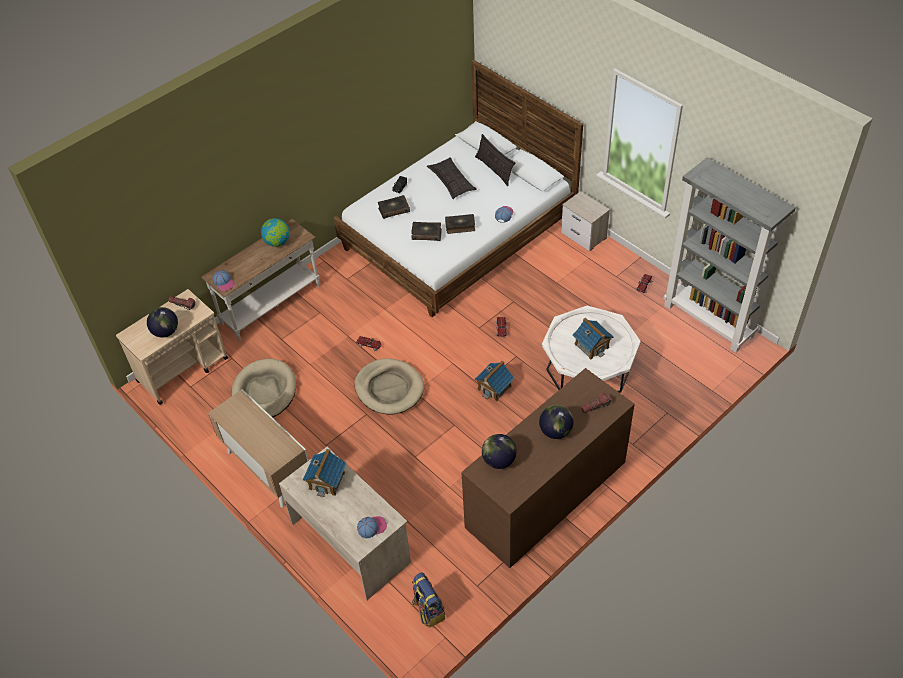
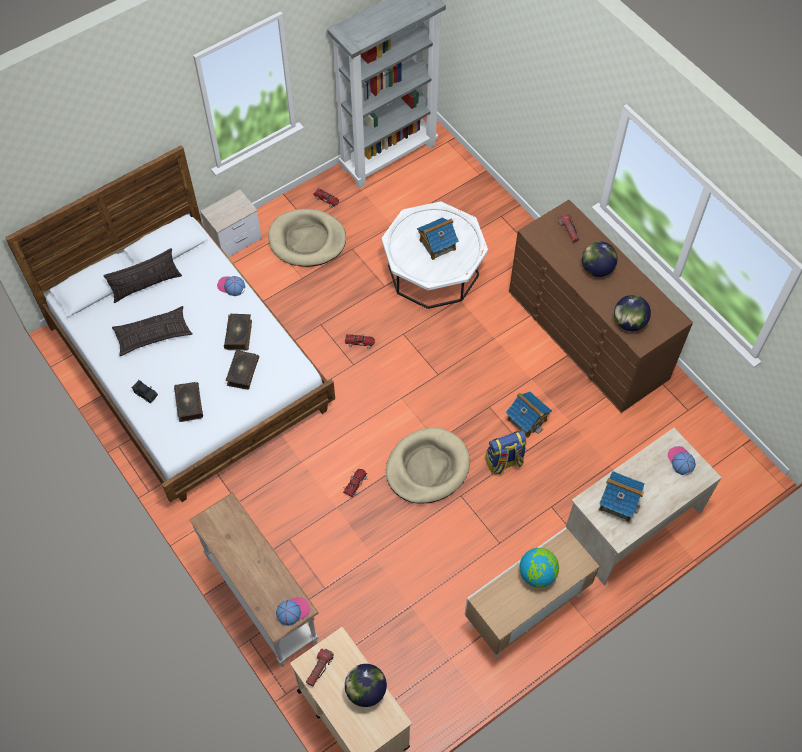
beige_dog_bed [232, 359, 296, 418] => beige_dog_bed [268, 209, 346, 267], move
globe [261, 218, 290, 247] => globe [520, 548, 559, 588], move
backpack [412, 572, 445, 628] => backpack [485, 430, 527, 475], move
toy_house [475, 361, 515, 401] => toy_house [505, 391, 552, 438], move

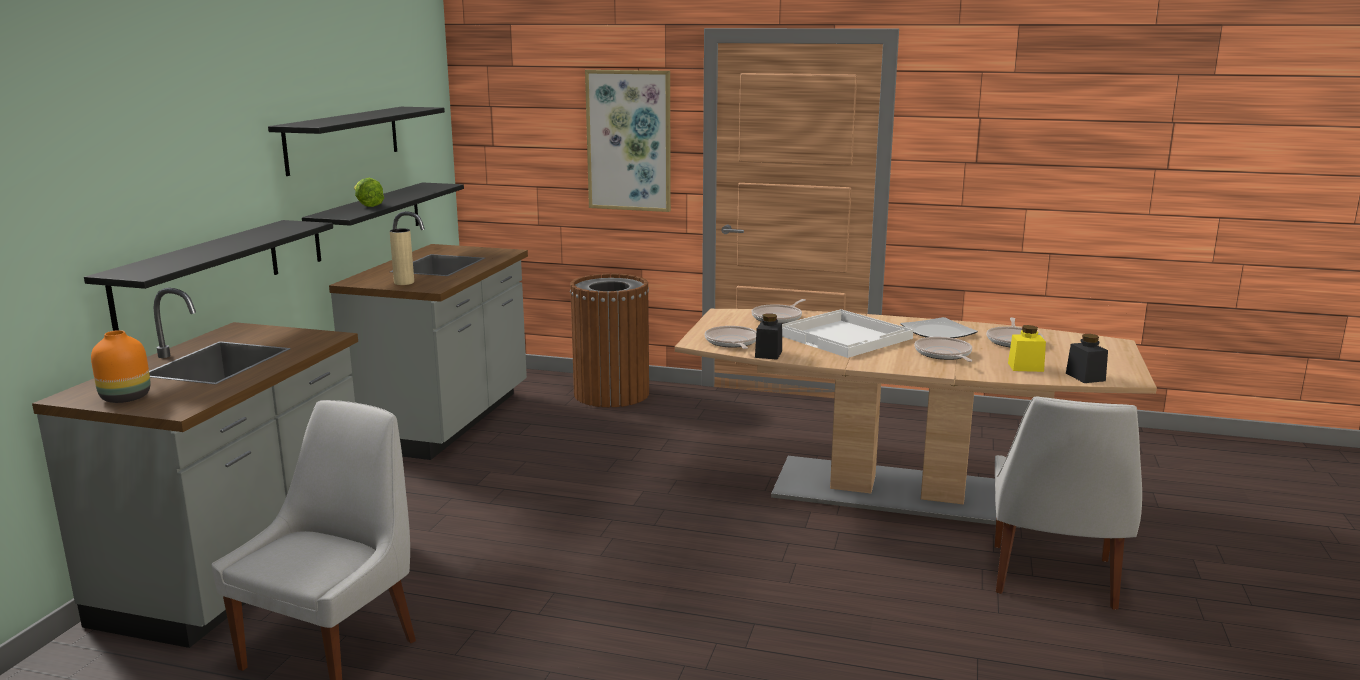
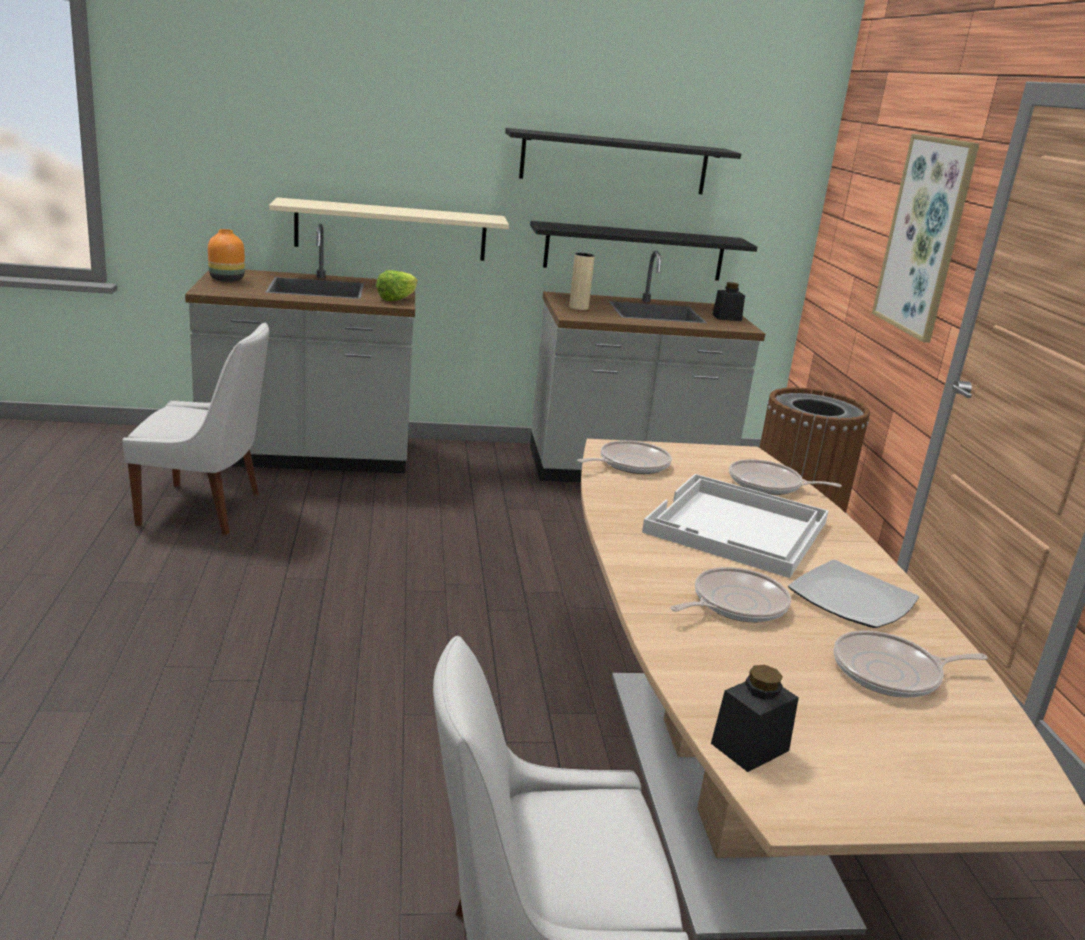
black_shelf [84, 220, 333, 331] => beige_shelf [269, 197, 509, 261]
lettuce [354, 178, 384, 207] => lettuce [376, 270, 418, 301], move
black_jar [755, 313, 782, 360] => black_jar [713, 282, 745, 321], move
yellow_jar [1008, 325, 1046, 372] => nothing

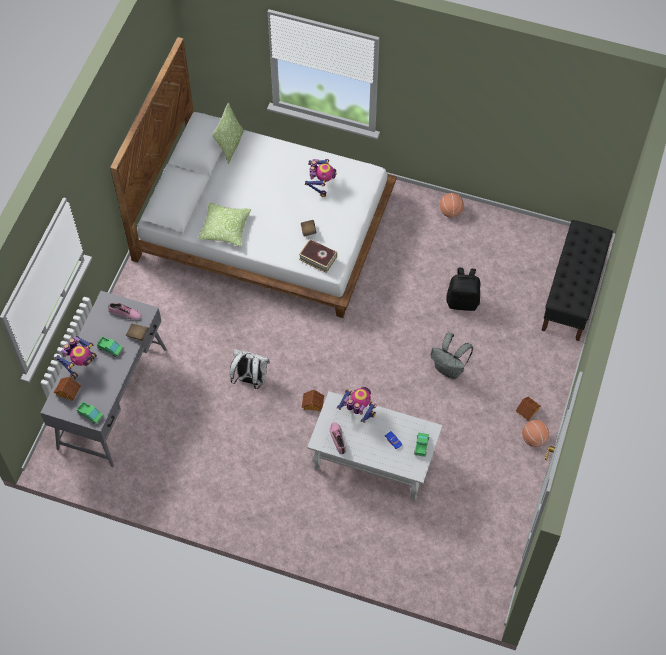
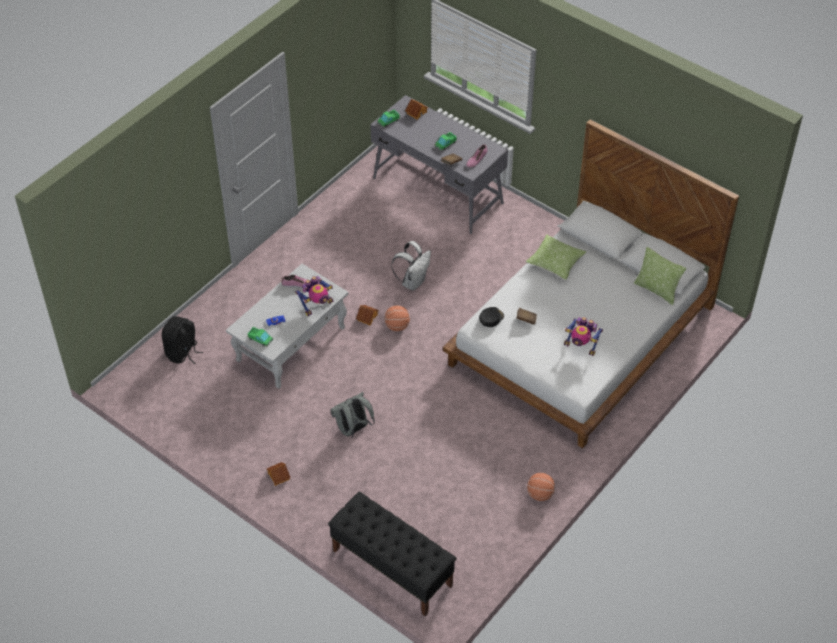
toy_robot [55, 335, 97, 379] => nothing
book [299, 239, 337, 273] => black_cap [479, 307, 504, 327]
black_backpack [446, 268, 480, 311] => black_backpack [162, 316, 203, 364], move
basketball [522, 420, 549, 447] => basketball [385, 306, 410, 331], move

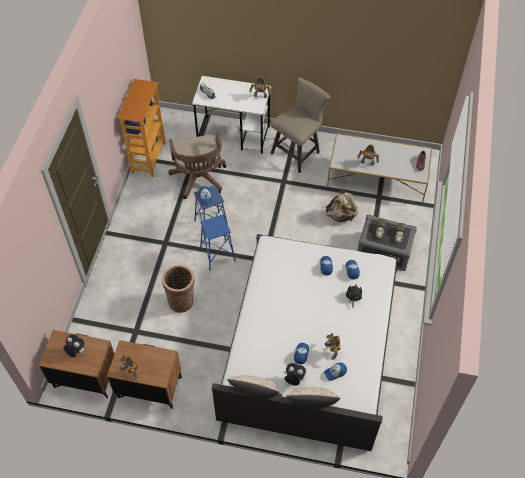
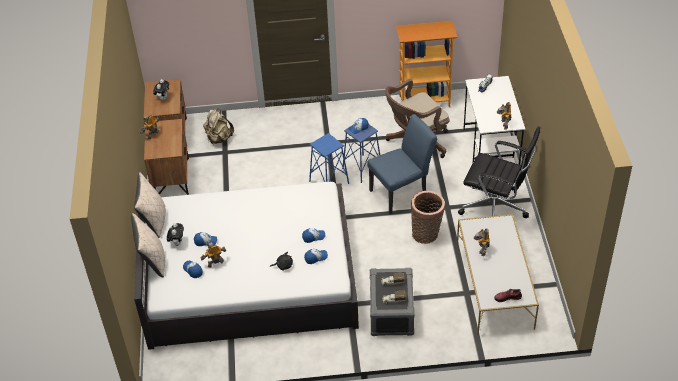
basket [162, 265, 195, 313] => basket [411, 191, 445, 244], move
beige_stool [270, 77, 331, 173] => black_office_chair [458, 126, 540, 218]
beige_backpack [326, 189, 358, 222] => beige_backpack [203, 108, 234, 144], move
nothing => blue_chair [367, 114, 437, 214]

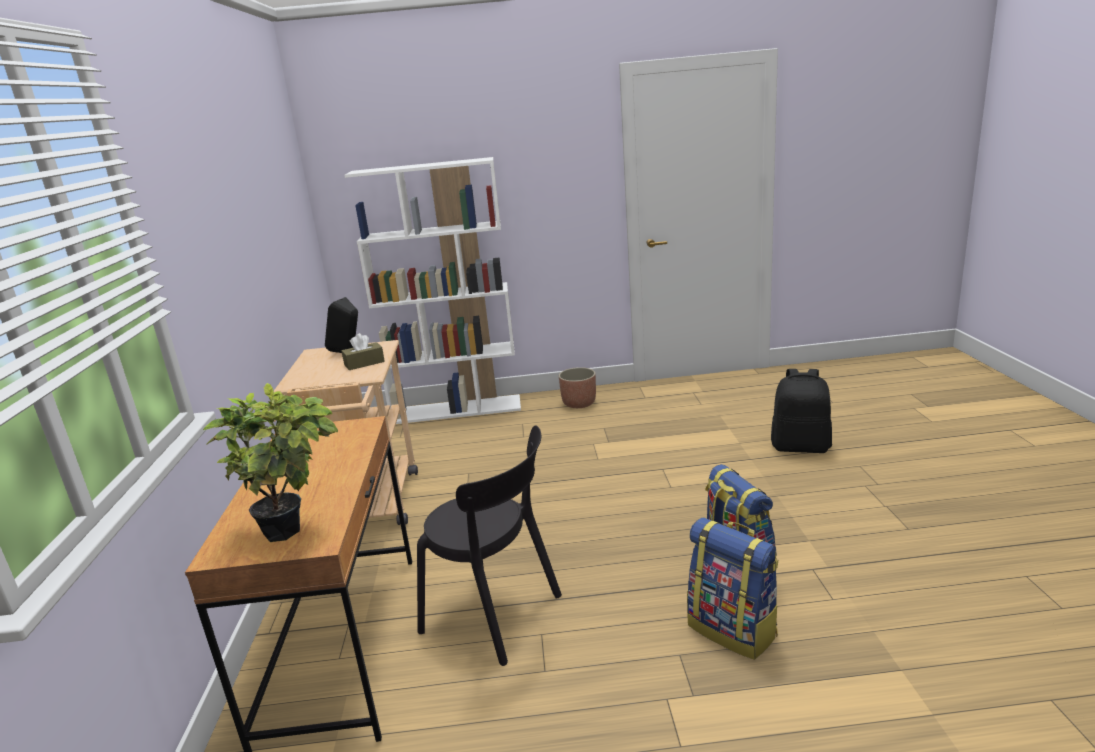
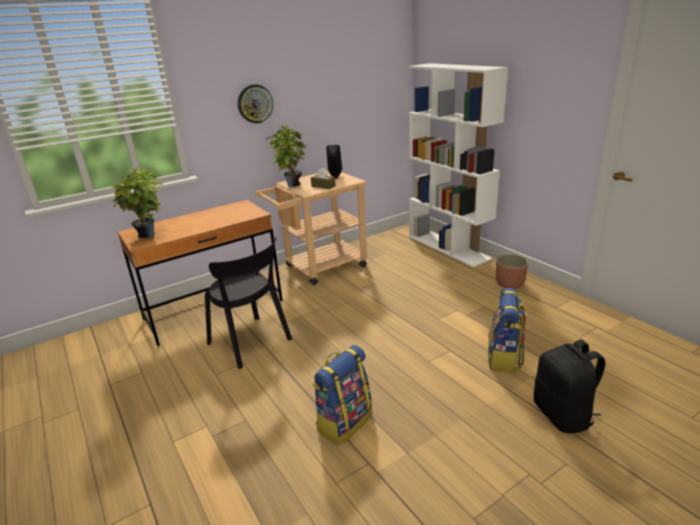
black_chair [417, 425, 562, 666] => black_chair [205, 237, 292, 369], 45 degrees counterclockwise
backpack [687, 517, 778, 660] => backpack [488, 288, 525, 373], move
nothing => wall_clock [238, 84, 273, 123]
nothing => potted_plant [265, 126, 306, 187]

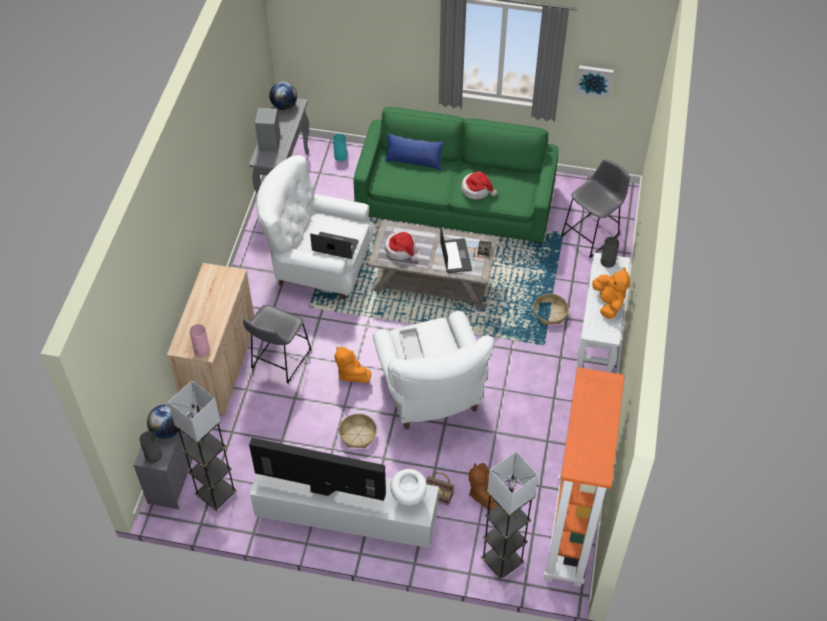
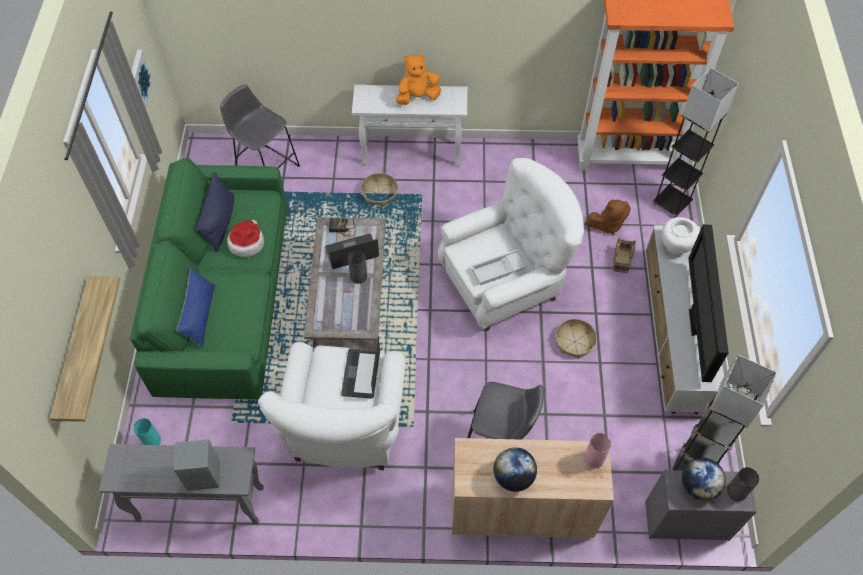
globe [269, 82, 297, 110] => globe [493, 447, 537, 492], move
orange_plush_toy [334, 347, 371, 383] => nothing
hat [385, 232, 418, 261] => nothing
grey_vase [601, 237, 619, 268] => grey_vase [348, 250, 367, 284], move
nothing => shelf [50, 276, 120, 422]
nothing => blue_pillow [196, 172, 234, 252]

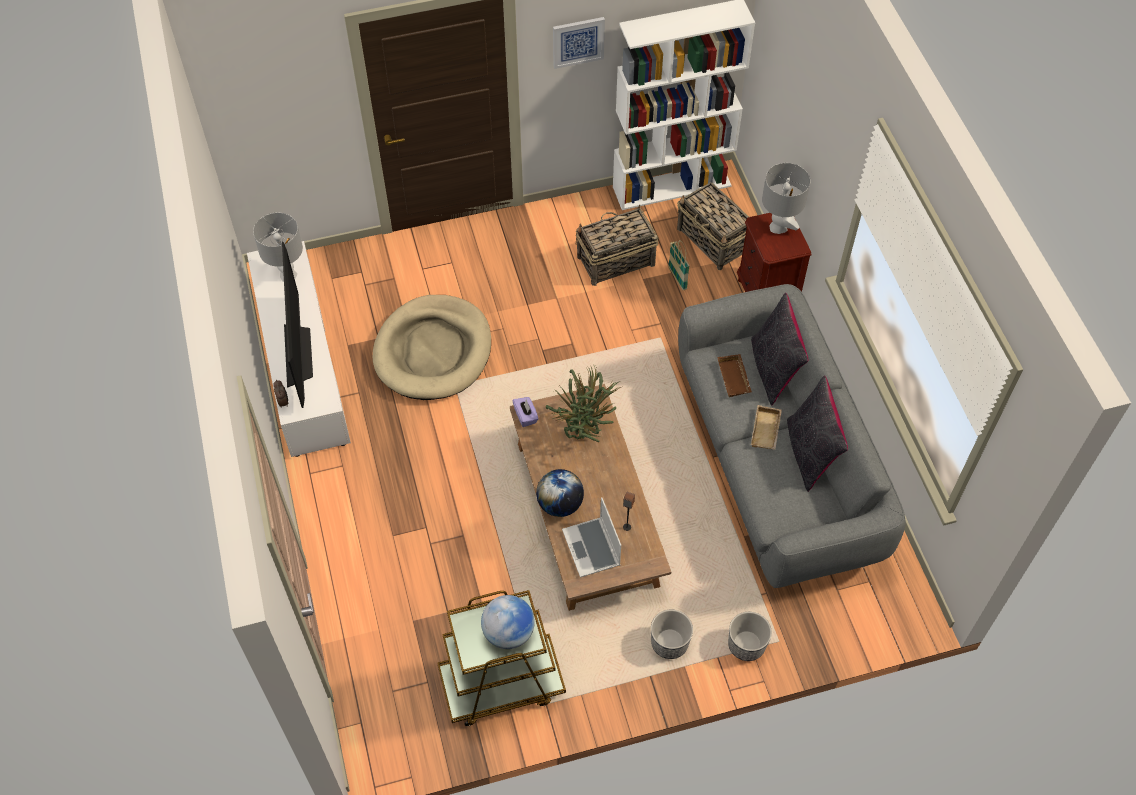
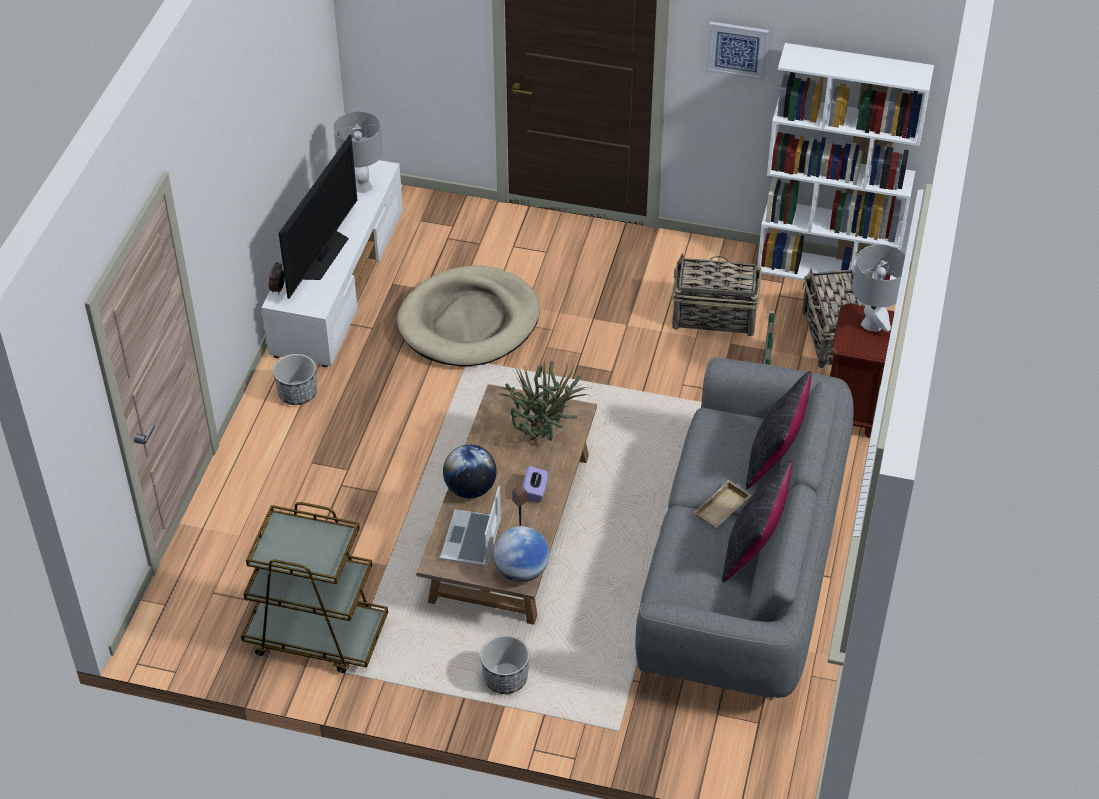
globe [481, 595, 535, 649] => globe [493, 526, 549, 582], move
purple_tissue_box [512, 397, 538, 427] => purple_tissue_box [523, 466, 548, 502], move
brown_tray [717, 354, 752, 397] => nothing
planter [728, 612, 772, 661] => planter [273, 354, 317, 405], move

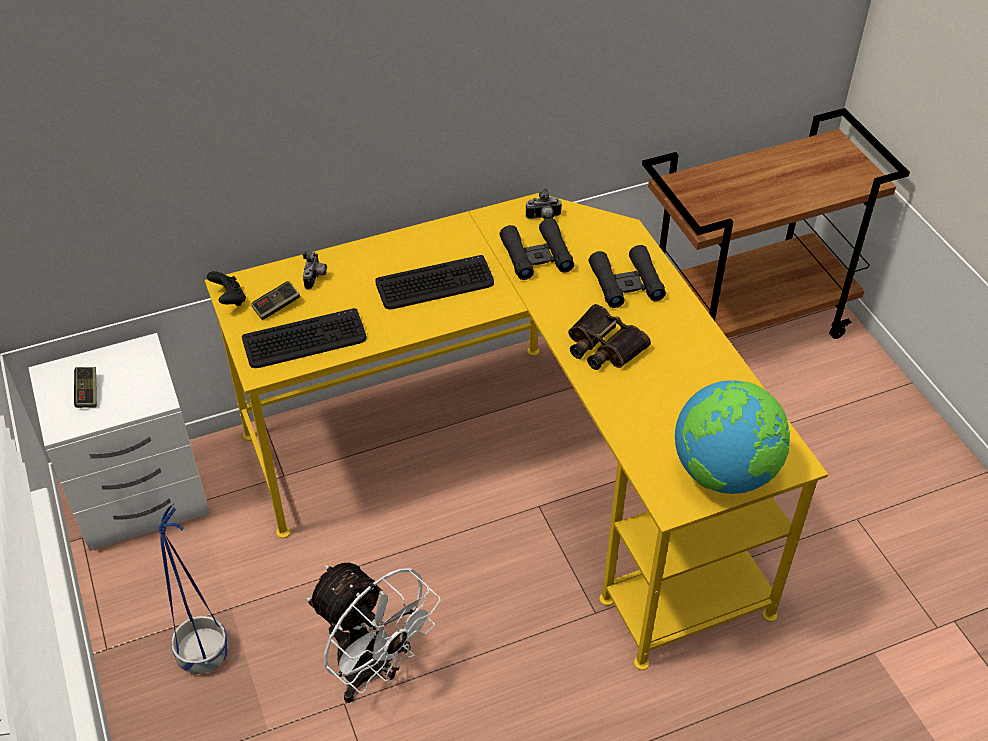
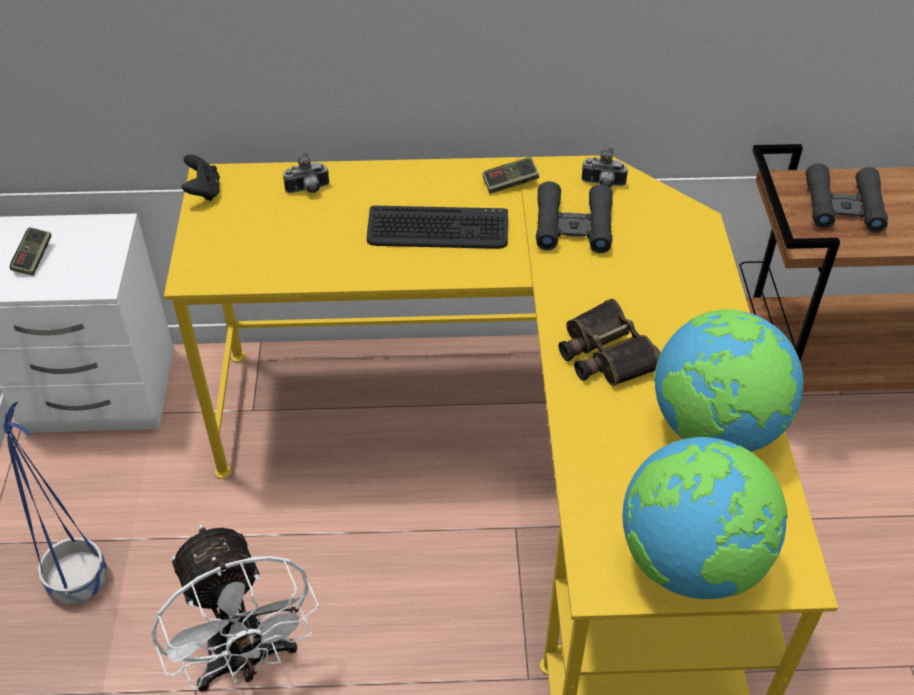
keyboard [242, 308, 367, 368] => nothing
game_controller [251, 281, 300, 320] => game_controller [482, 157, 539, 194], move
photo_camera [303, 251, 327, 290] => photo_camera [283, 153, 329, 193], 45 degrees clockwise
black_binoculars [589, 245, 666, 308] => black_binoculars [806, 163, 888, 233], move
nothing => globe [654, 309, 804, 452]

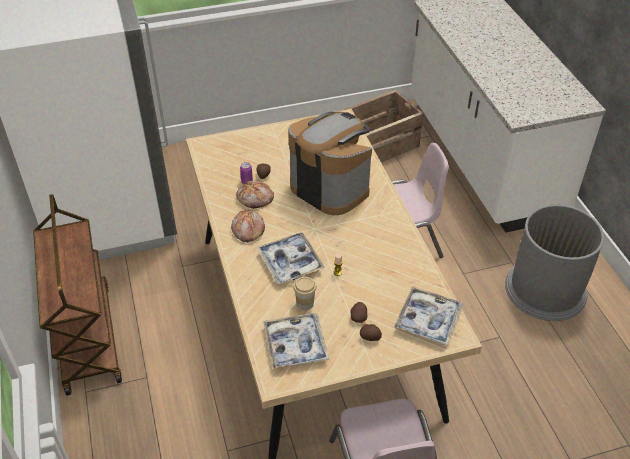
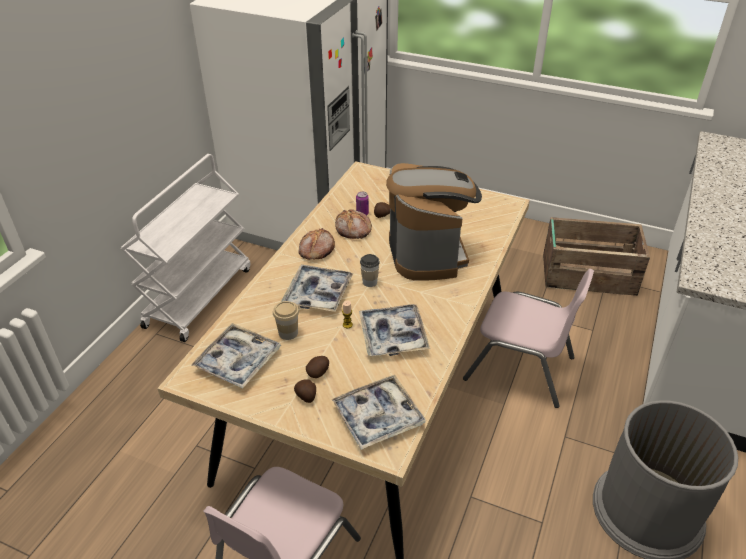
brown_cart [33, 194, 122, 396] => white_cart [121, 154, 251, 342]
nothing => tray [359, 304, 430, 356]
nothing => cup [360, 254, 380, 287]

